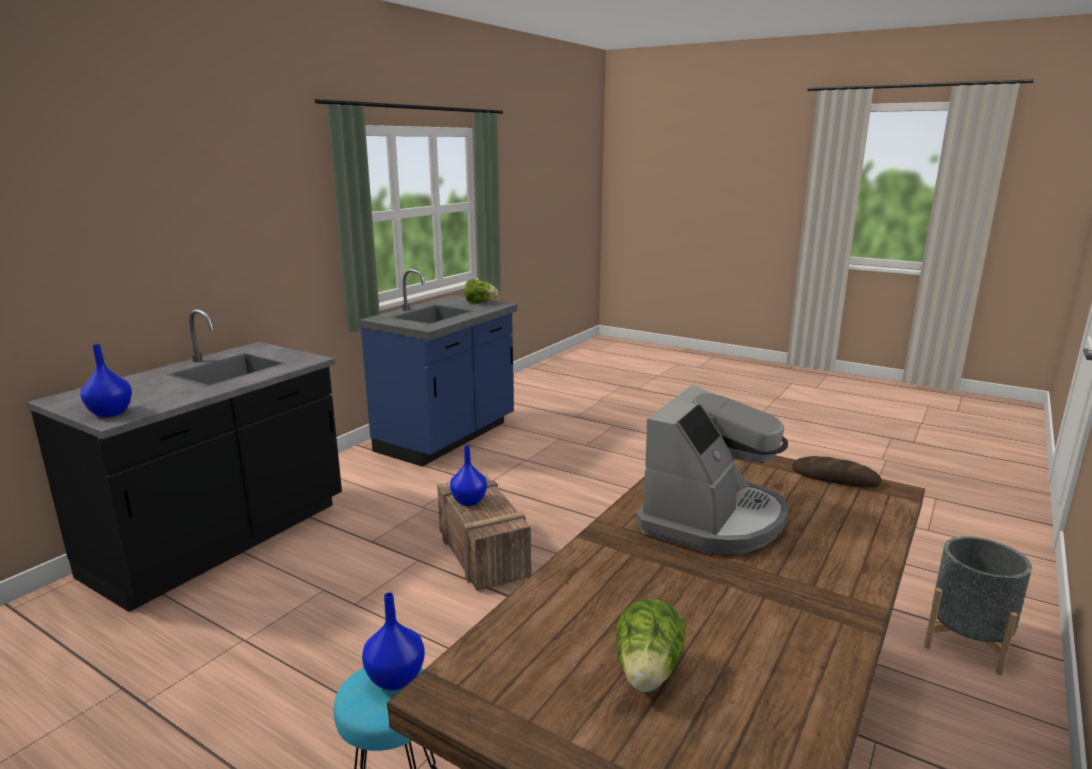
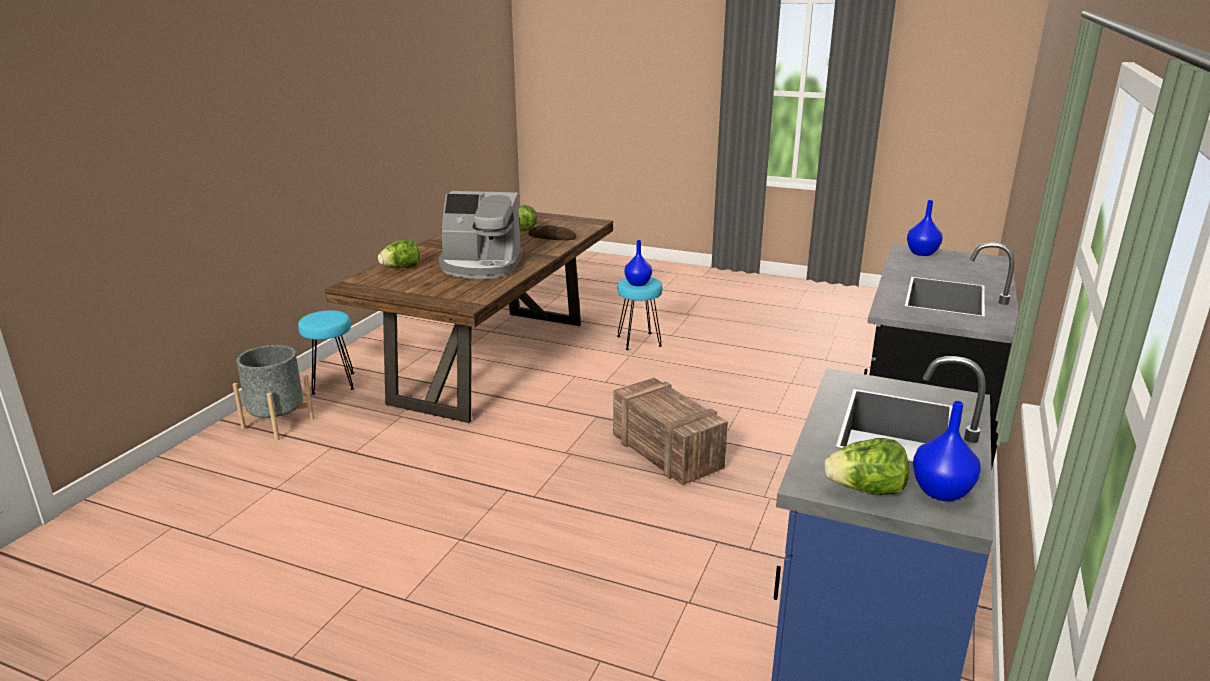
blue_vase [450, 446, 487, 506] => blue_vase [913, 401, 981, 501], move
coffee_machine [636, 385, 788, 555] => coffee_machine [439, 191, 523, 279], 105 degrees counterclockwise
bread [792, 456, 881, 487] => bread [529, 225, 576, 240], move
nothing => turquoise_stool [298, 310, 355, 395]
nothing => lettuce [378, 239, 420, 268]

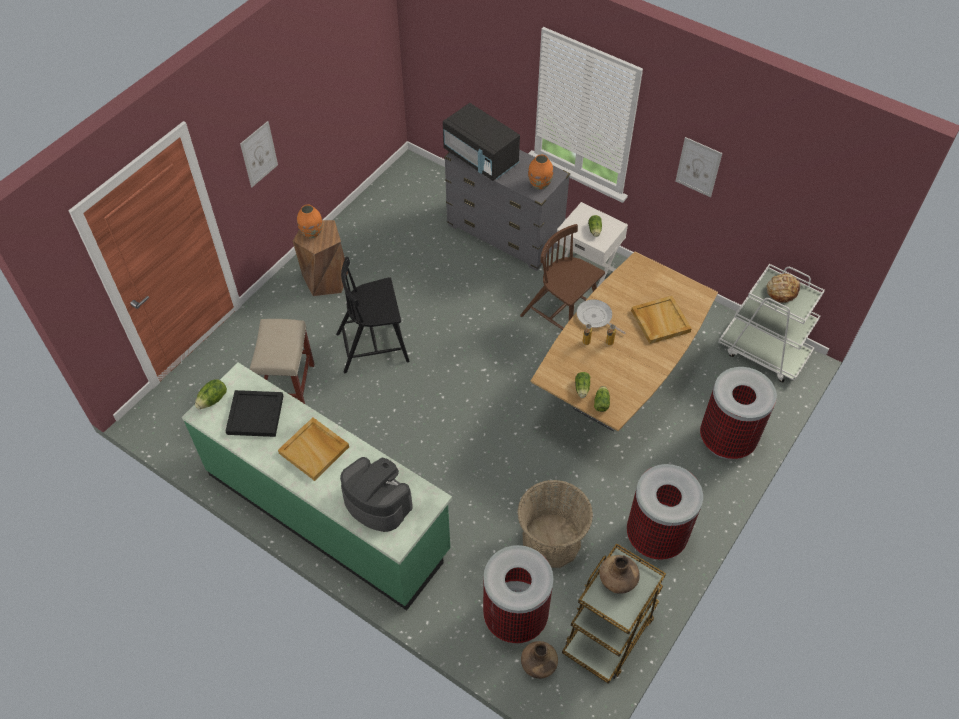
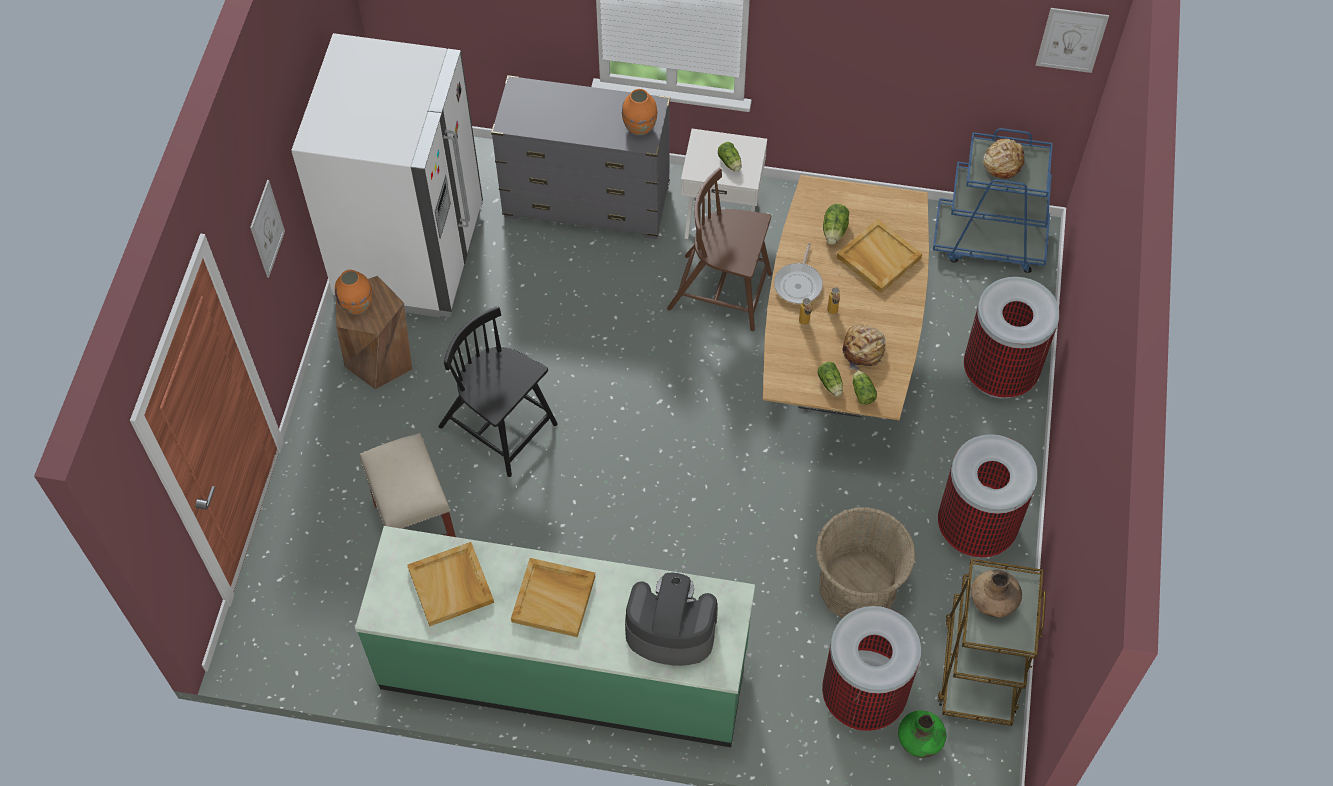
lettuce [195, 379, 227, 409] => lettuce [823, 204, 849, 245], move
black_tray [226, 390, 283, 437] => beige_tray [407, 542, 494, 627]
black_chair [336, 257, 409, 373] => black_chair [439, 306, 558, 477], 75 degrees clockwise
black_microwave [443, 103, 520, 181] => nothing
brown_vase [521, 641, 558, 679] => green_vase [898, 710, 946, 758]
frying_pan [577, 299, 626, 334] => frying_pan [774, 243, 823, 304], 90 degrees counterclockwise
picture [676, 137, 722, 197] => picture [1036, 8, 1109, 73], move
white_cart [719, 264, 825, 382] => blue_cart [933, 128, 1053, 273]
nothing => white_fridge [291, 33, 483, 317]
nothing => bread [843, 324, 886, 370]

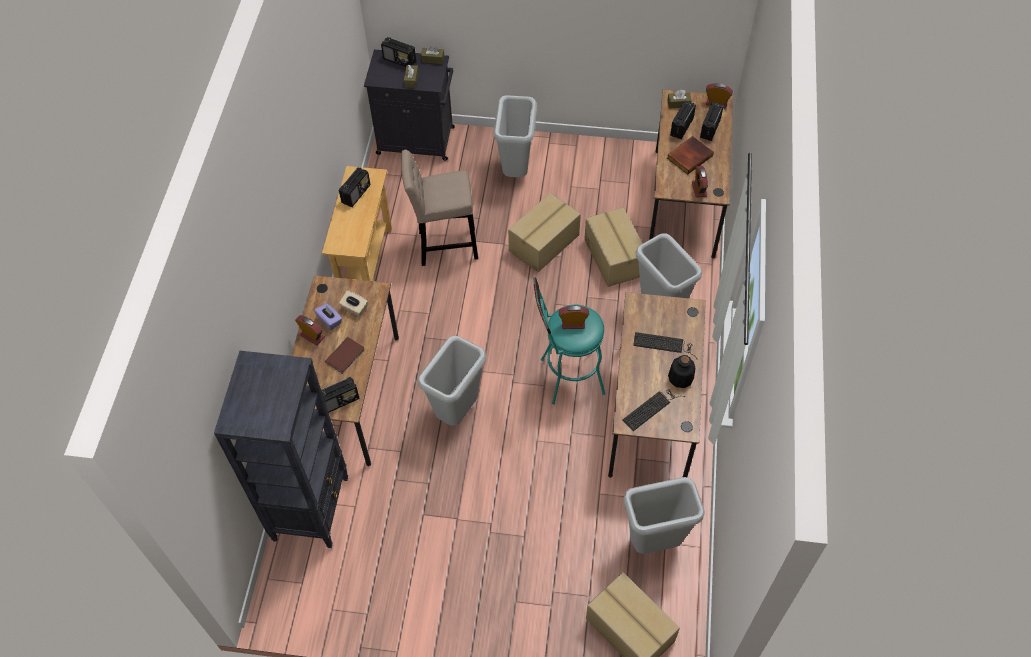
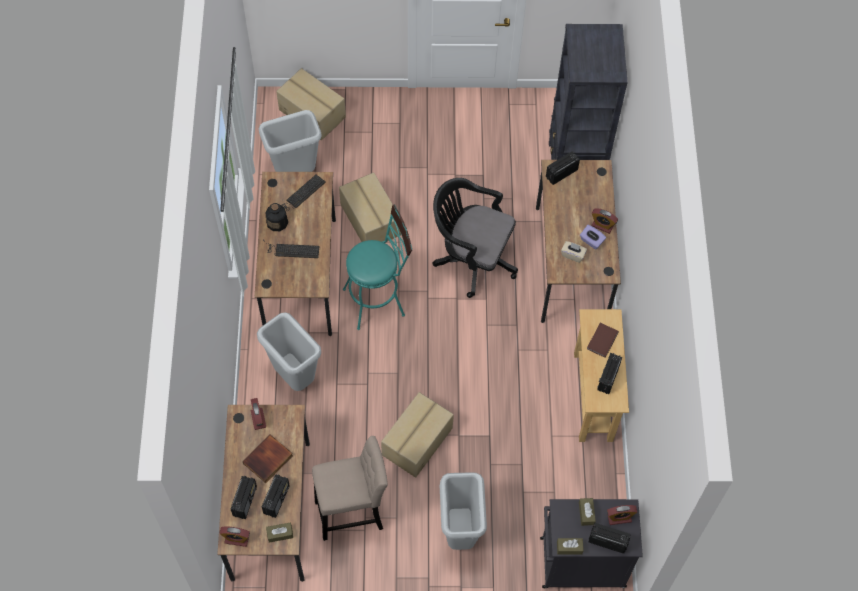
brown_book [325, 337, 365, 374] => brown_book [587, 323, 619, 358], move
beige_stool [401, 150, 478, 266] => beige_stool [312, 436, 388, 541], move
grey_trash_can [418, 336, 486, 426] => black_office_chair [432, 178, 518, 298]
alarm_clock [559, 306, 589, 329] => alarm_clock [607, 505, 637, 525], move
cardboard_box [584, 207, 643, 287] => cardboard_box [339, 172, 401, 242], move

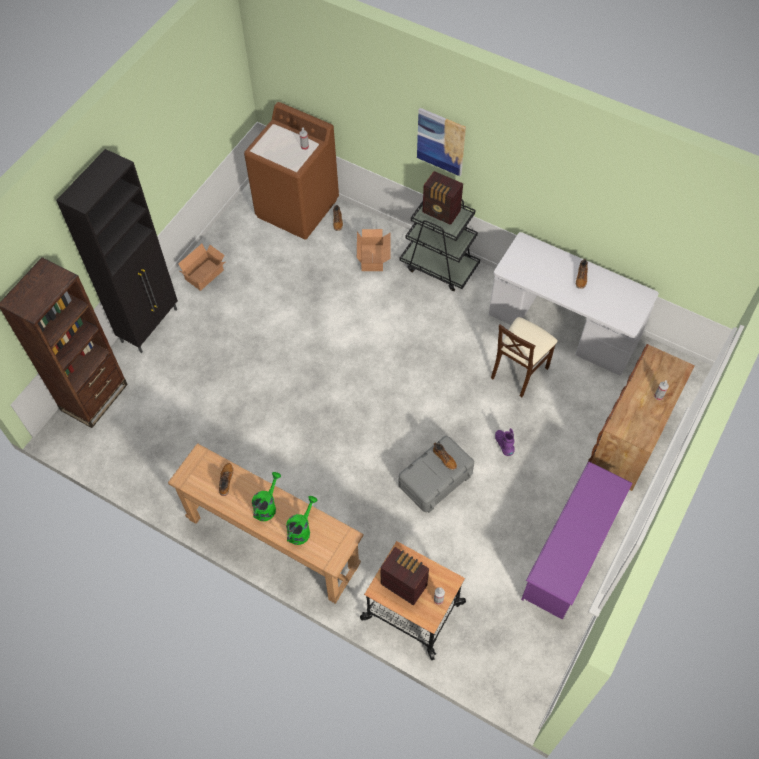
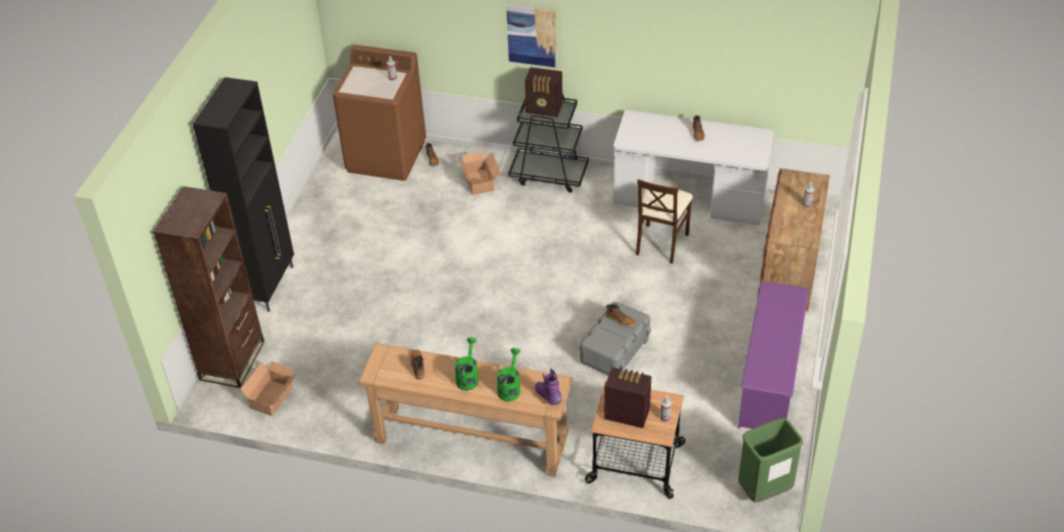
cardboard_box [178, 244, 225, 291] => cardboard_box [241, 361, 296, 416], move
purple_boot [495, 428, 514, 456] => purple_boot [535, 369, 562, 405], move
nothing => green_trash_can [738, 418, 803, 502]

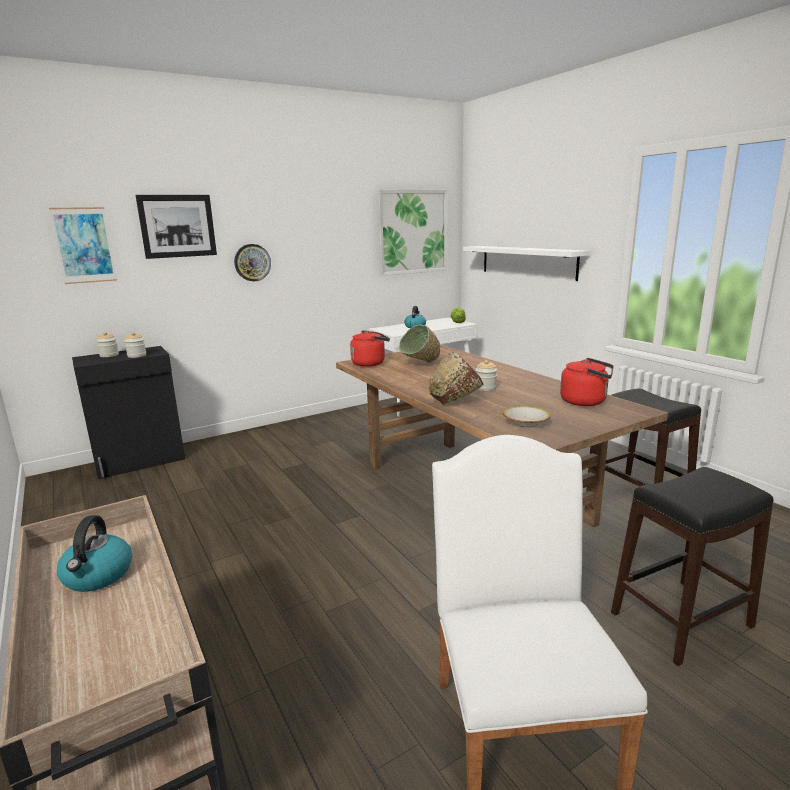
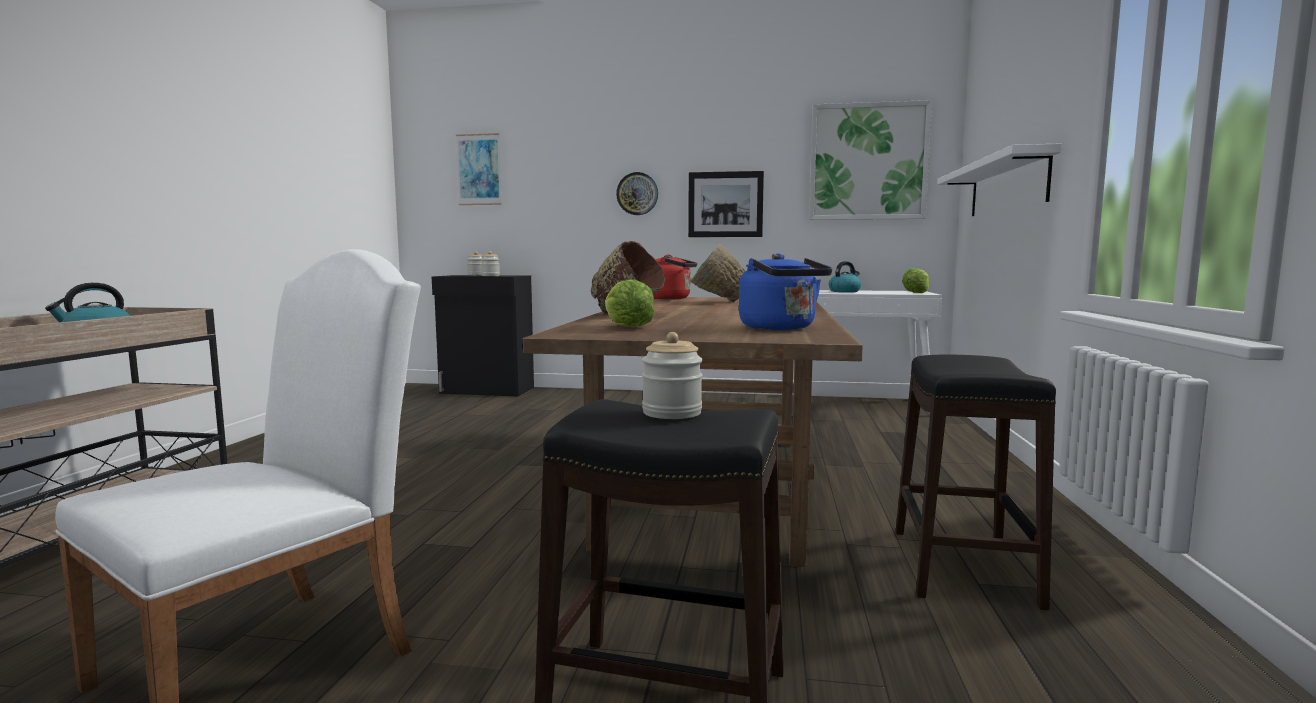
picture [136, 195, 217, 259] => picture [688, 171, 764, 237], move
jar [475, 360, 497, 391] => jar [642, 332, 703, 419], move
bowl [503, 406, 551, 427] => lettuce [605, 279, 655, 327]
red_kettle [560, 358, 613, 406] => blue_kettle [739, 253, 832, 330]

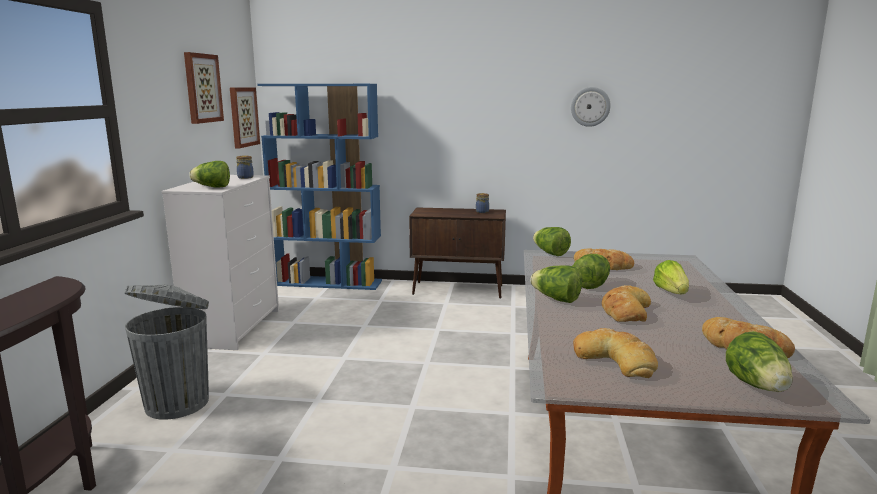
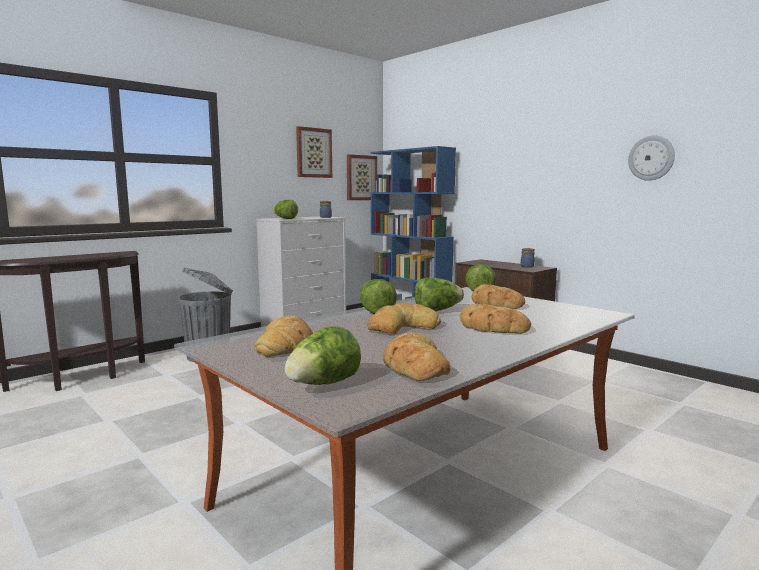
lettuce [653, 260, 689, 294] => bread [460, 304, 531, 334]

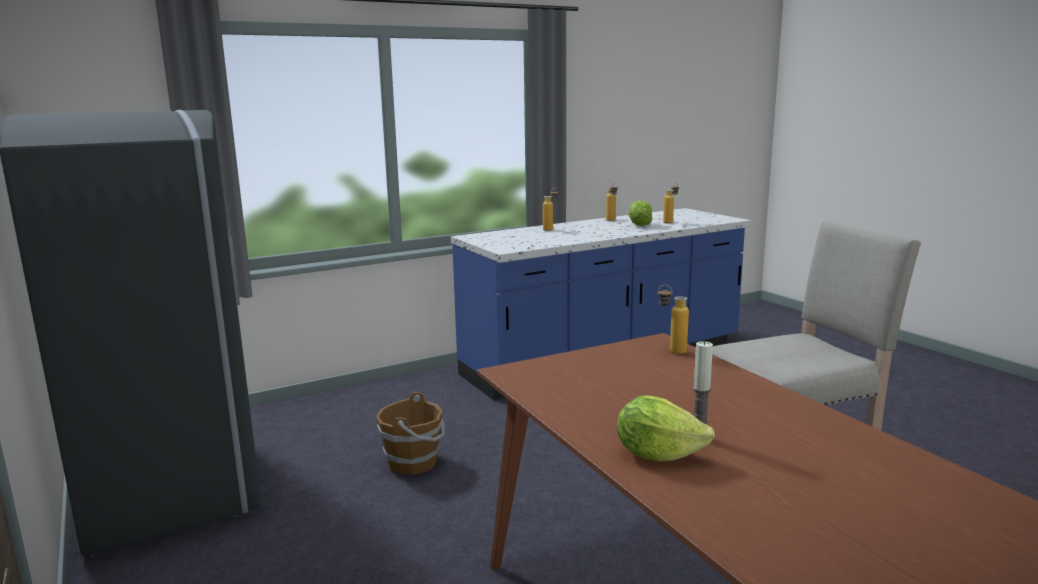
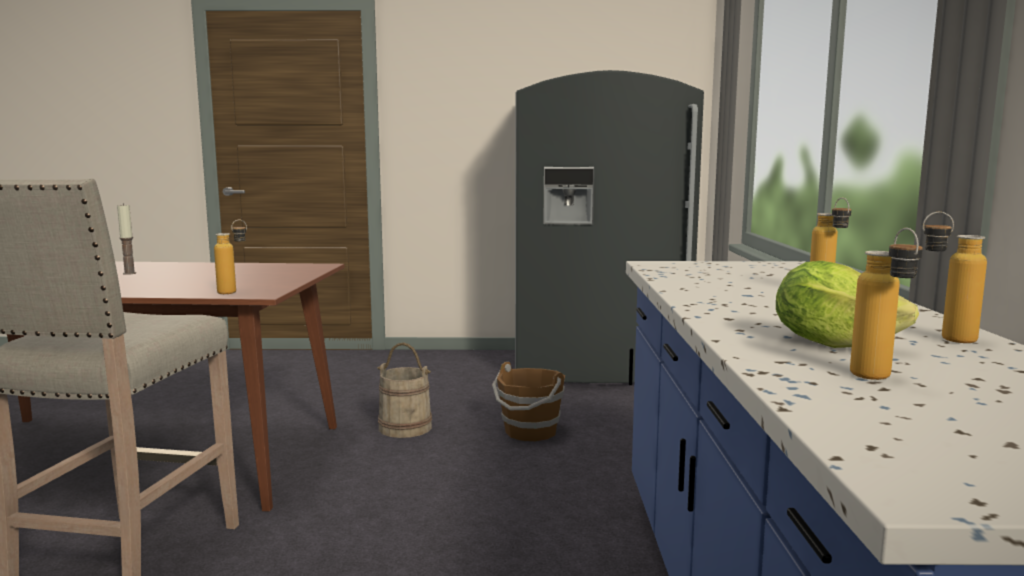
lettuce [617, 395, 715, 462] => nothing
nothing => beige_bucket [377, 342, 432, 438]

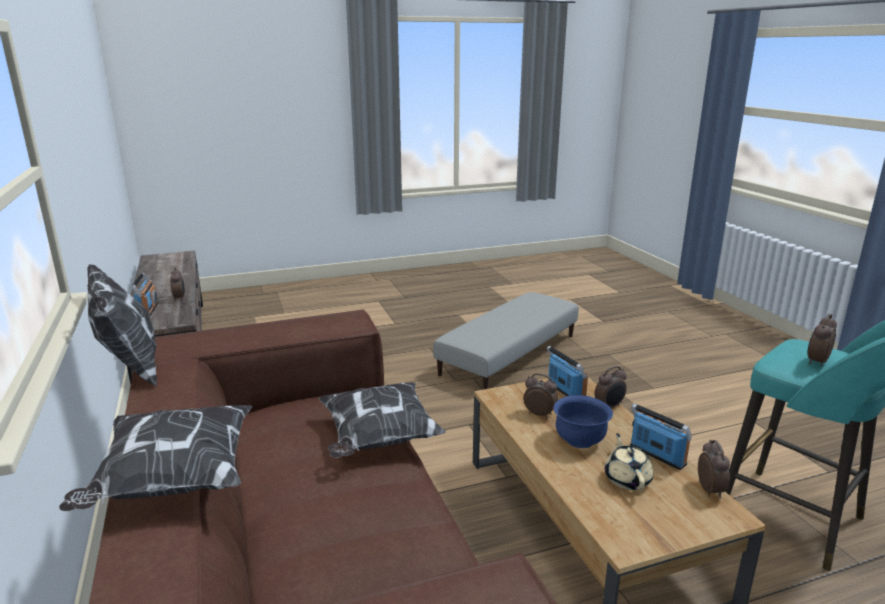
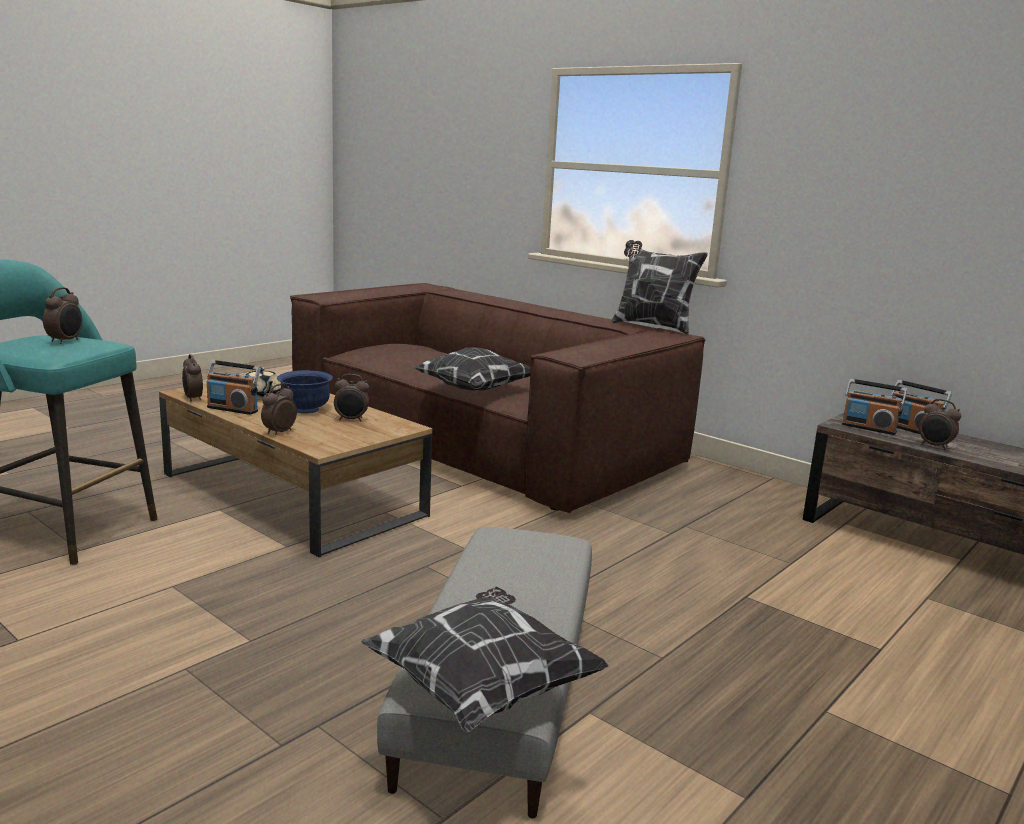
pillow [59, 405, 252, 511] => pillow [361, 586, 610, 732], move
radio [547, 345, 588, 396] => radio [842, 379, 907, 435], move

